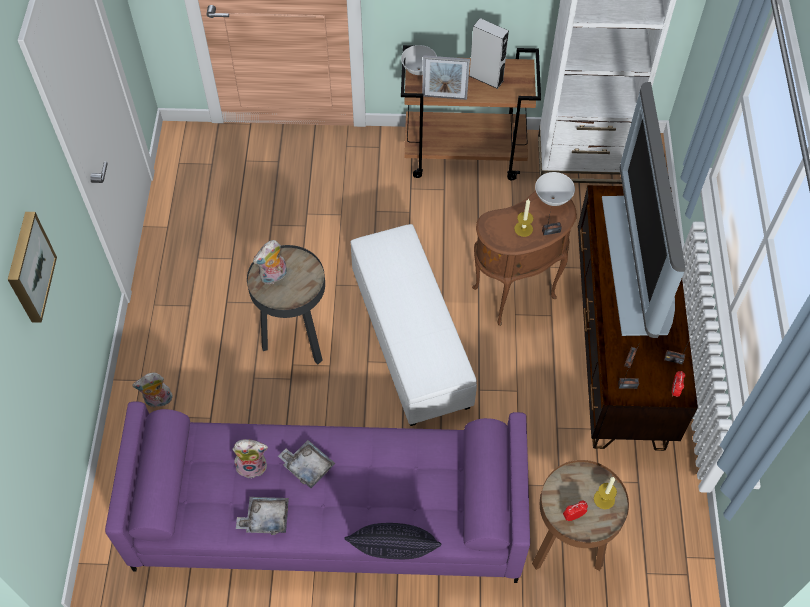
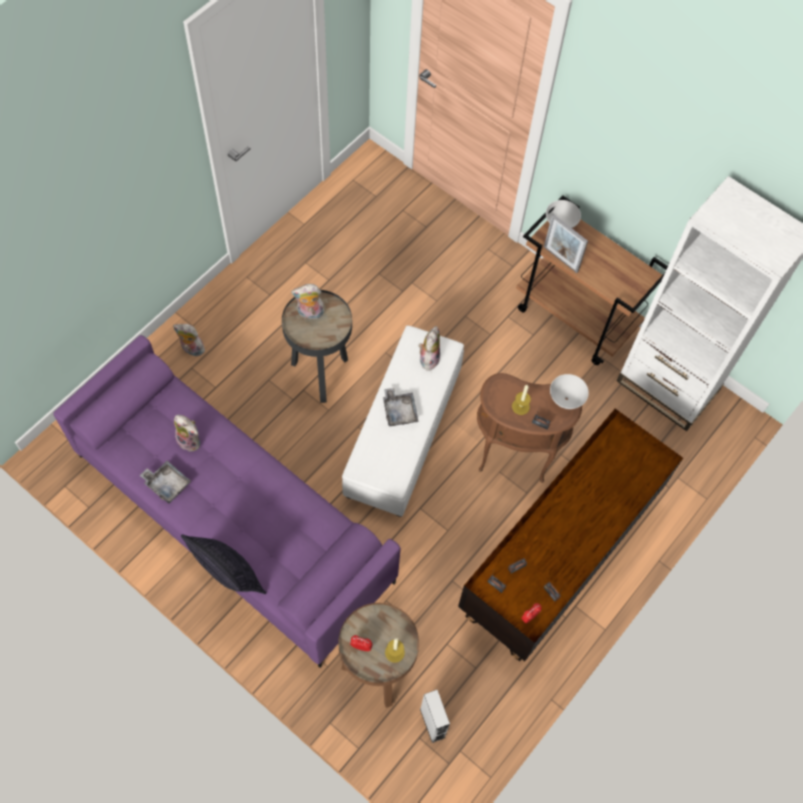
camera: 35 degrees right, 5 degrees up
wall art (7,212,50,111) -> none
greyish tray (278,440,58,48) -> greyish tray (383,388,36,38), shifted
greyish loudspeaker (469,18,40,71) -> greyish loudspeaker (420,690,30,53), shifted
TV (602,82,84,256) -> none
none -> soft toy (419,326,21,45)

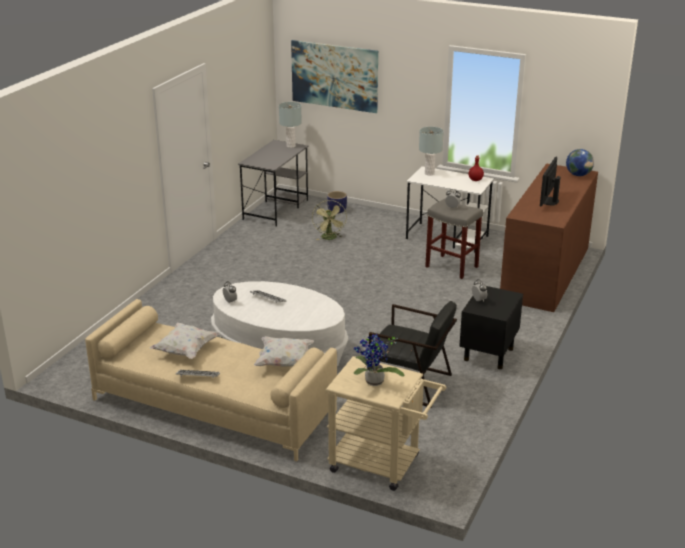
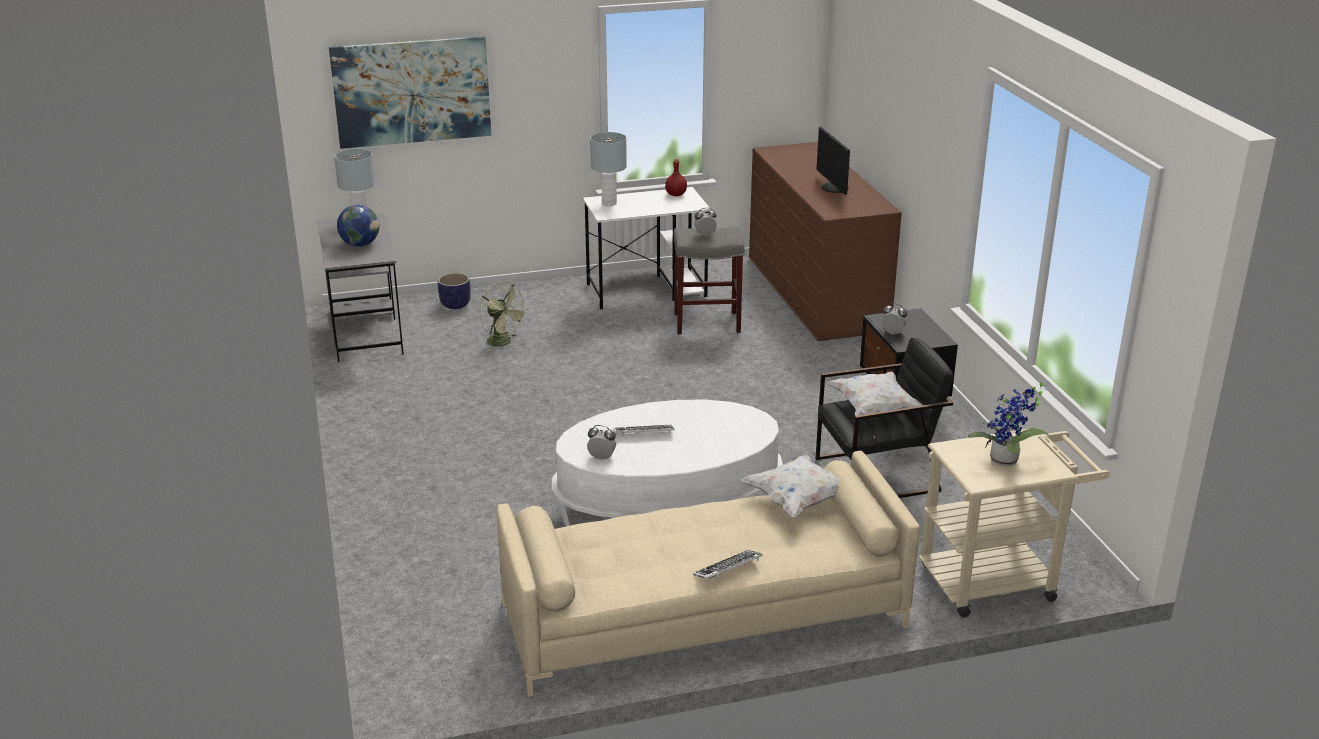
camera: 40 degrees left, 0 degrees up
white cushion (150,323,70,36) -> white cushion (827,372,95,44), shifted
globe (566,149,28,27) -> globe (337,205,43,42), shifted

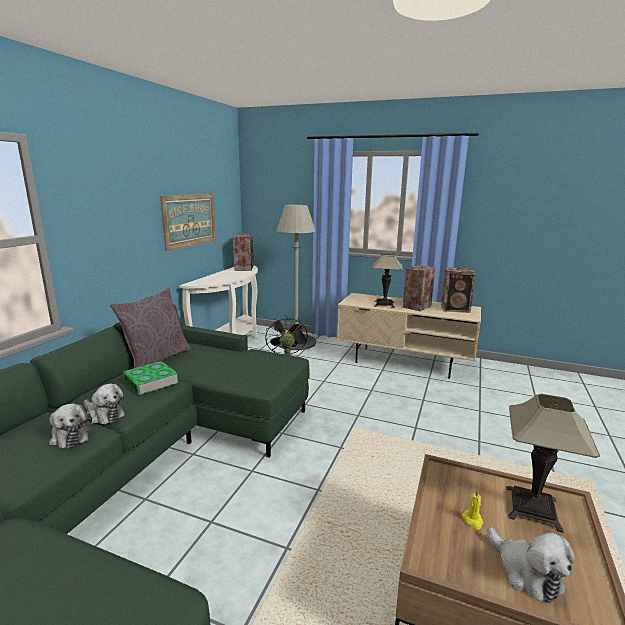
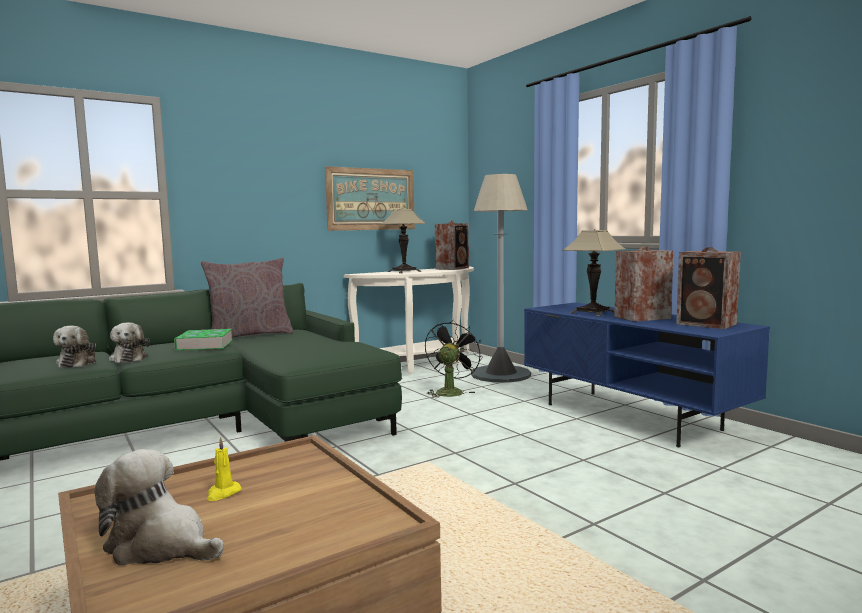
camera: 35 degrees right, 10 degrees down
beige-coloured tv stand (337,293,144,86) -> blue-coloured tv stand (524,302,246,145)
soft toy (487,527,88,76) -> soft toy (94,449,130,116), 105 degrees clockwise
tabletop lamp (506,394,94,139) -> tabletop lamp (380,209,47,64), shifted

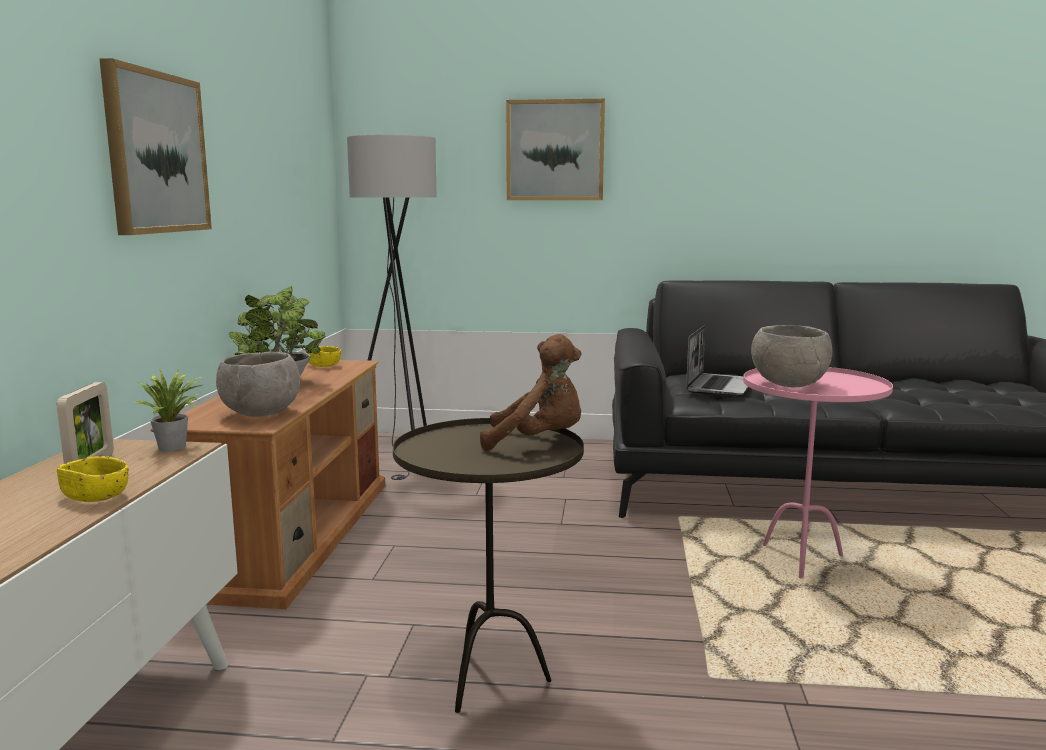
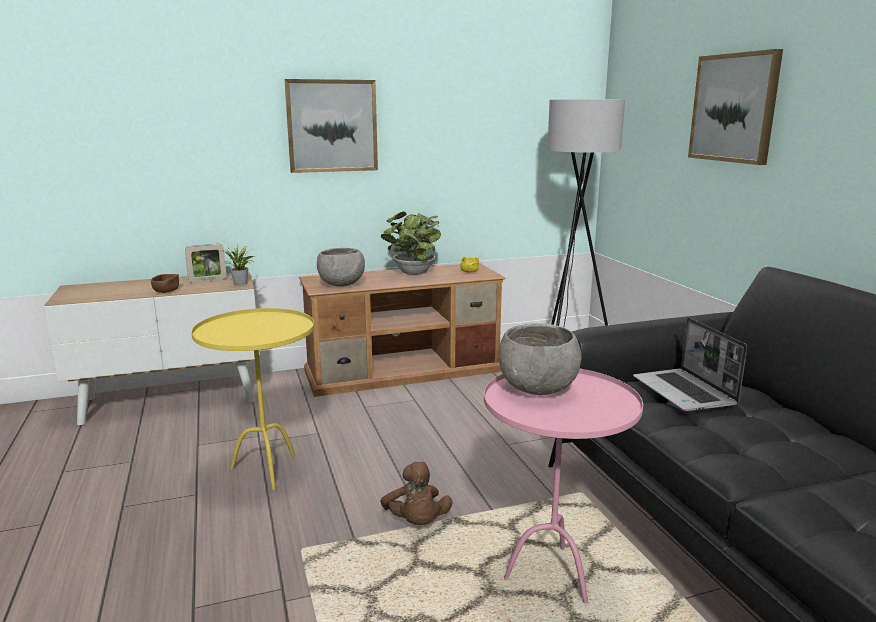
camera: 65 degrees right, 5 degrees up
yellow bowl (57,456,72,46) -> brown-coloured bowl (151,274,28,19)
brown-coloured end table (393,418,191,295) -> yellow end table (191,308,123,182)
brown-coloured soft toy (480,334,101,117) -> brown-coloured soft toy (380,462,73,63), shifted
laptop (686,325,62,71) -> laptop (633,317,114,95), 75 degrees clockwise

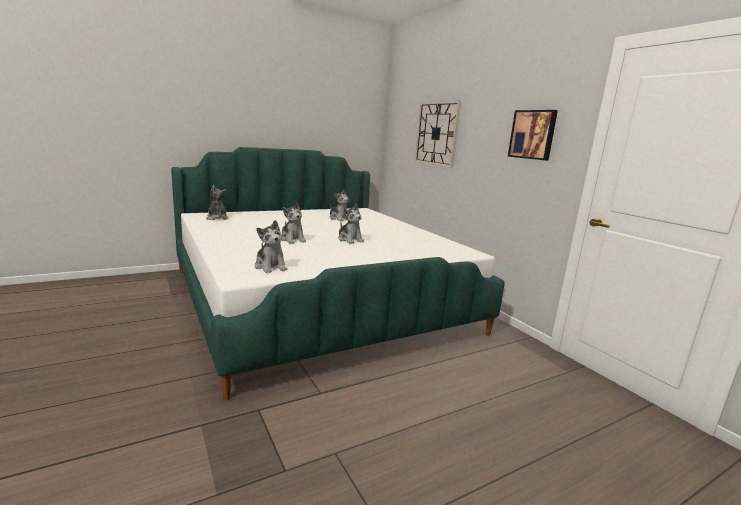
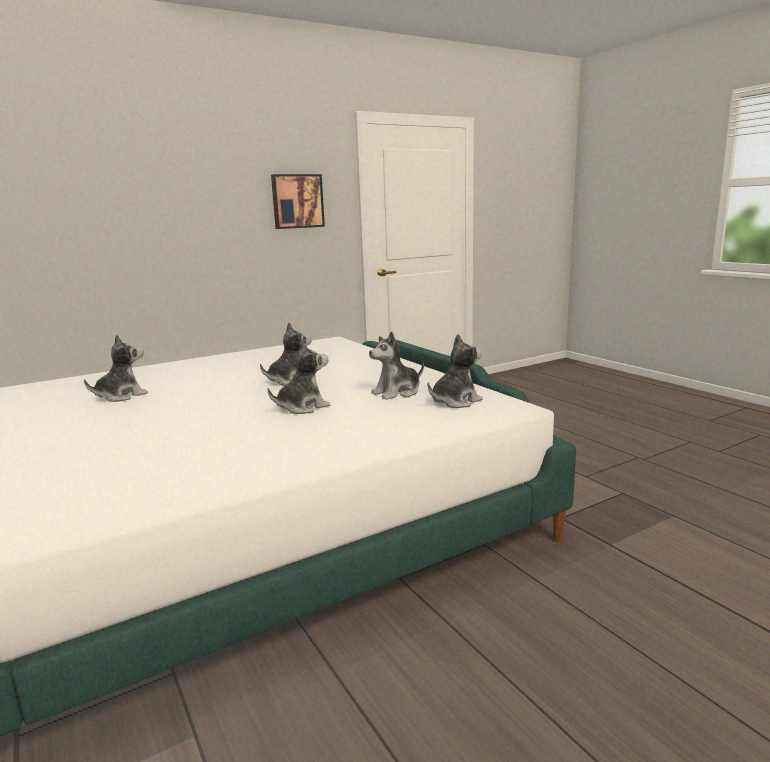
camera: 90 degrees left, 0 degrees up
soft toy (206,185,22,35) -> soft toy (369,331,55,69), shifted
hanging clock (414,100,47,68) -> none

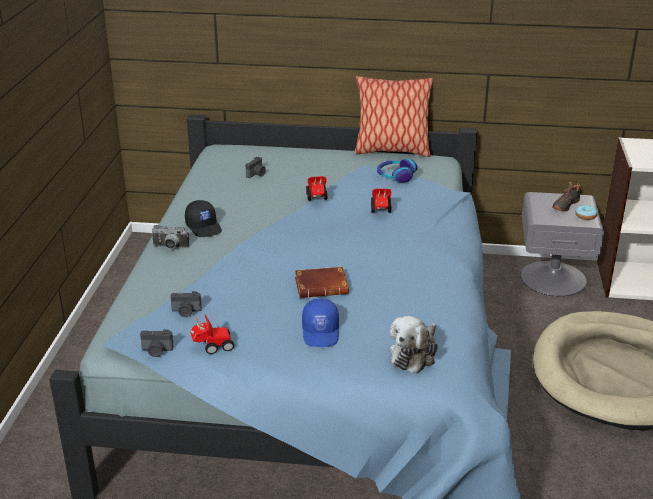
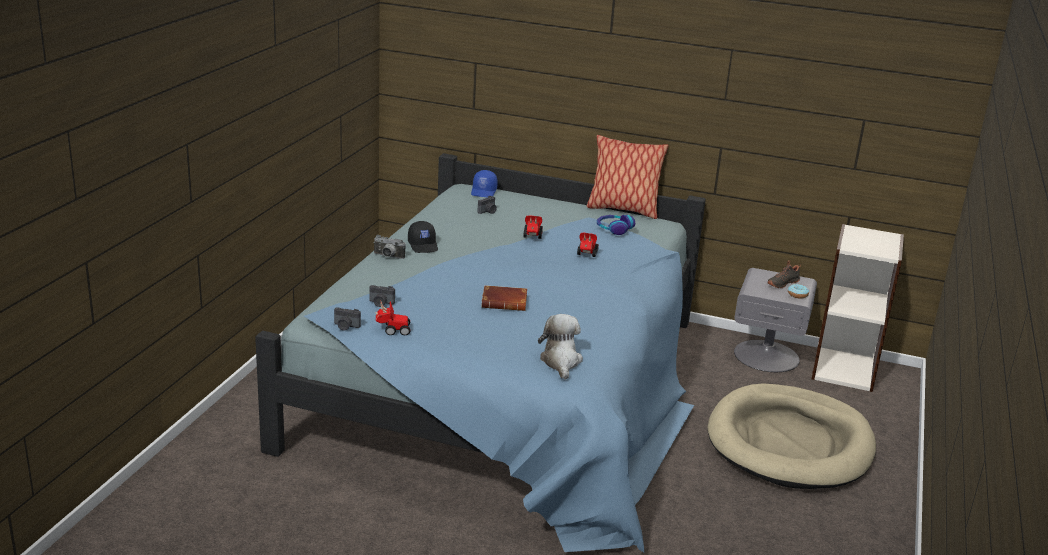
camera: 10 degrees right, 5 degrees down
blue-coloured cap (302,298,37,49) -> blue-coloured cap (471,170,27,27), shifted
soft toy (390,316,48,58) -> soft toy (538,314,45,66), 135 degrees clockwise

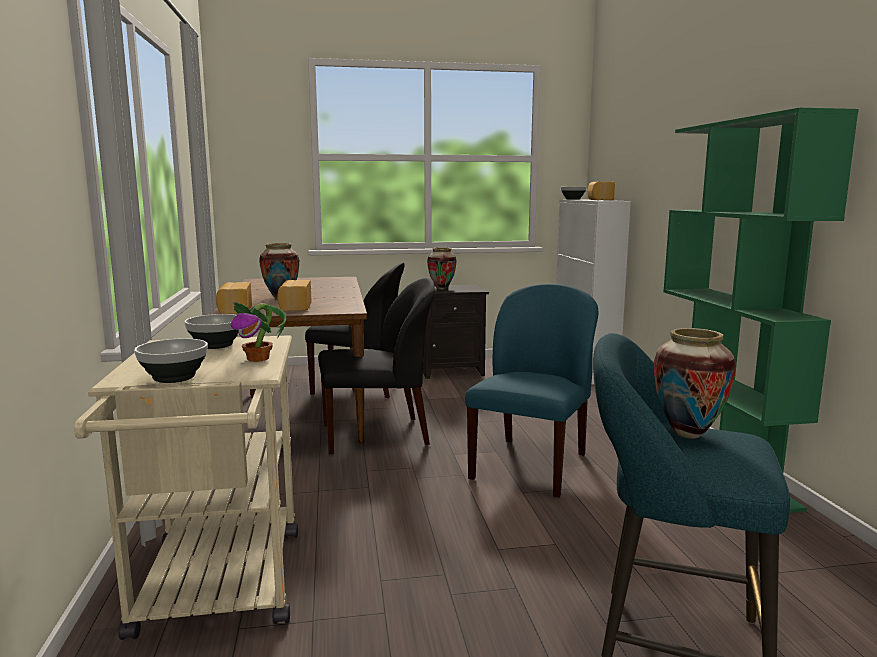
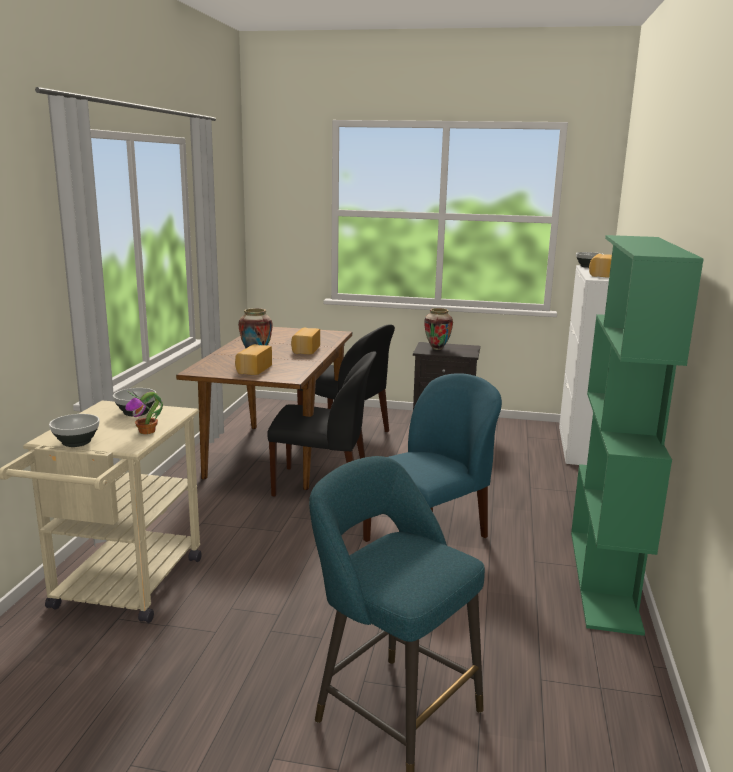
camera: 20 degrees right, 5 degrees up
bakery bread (216,282,36,32) -> bakery bread (291,328,29,26), shifted
decorative vase (654,328,82,111) -> none

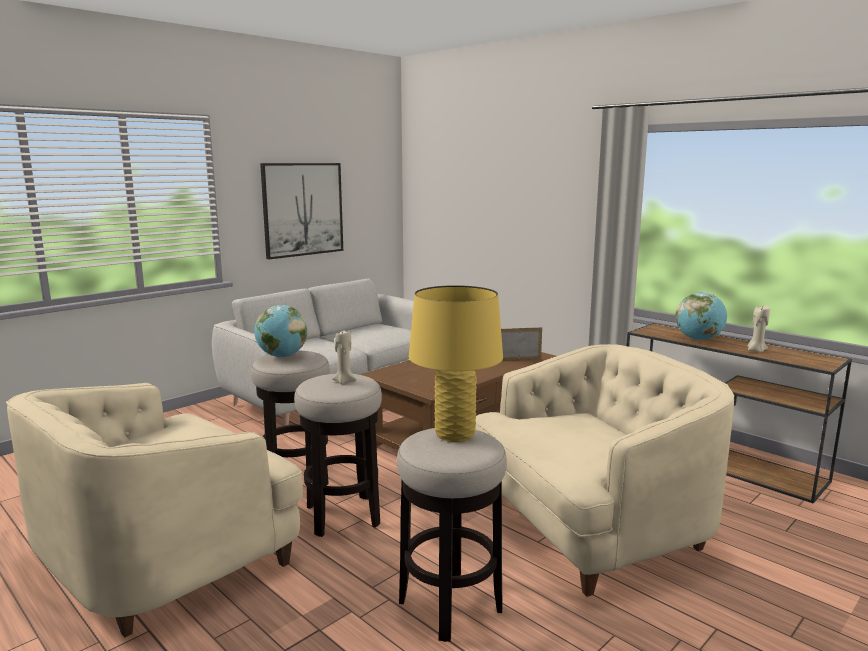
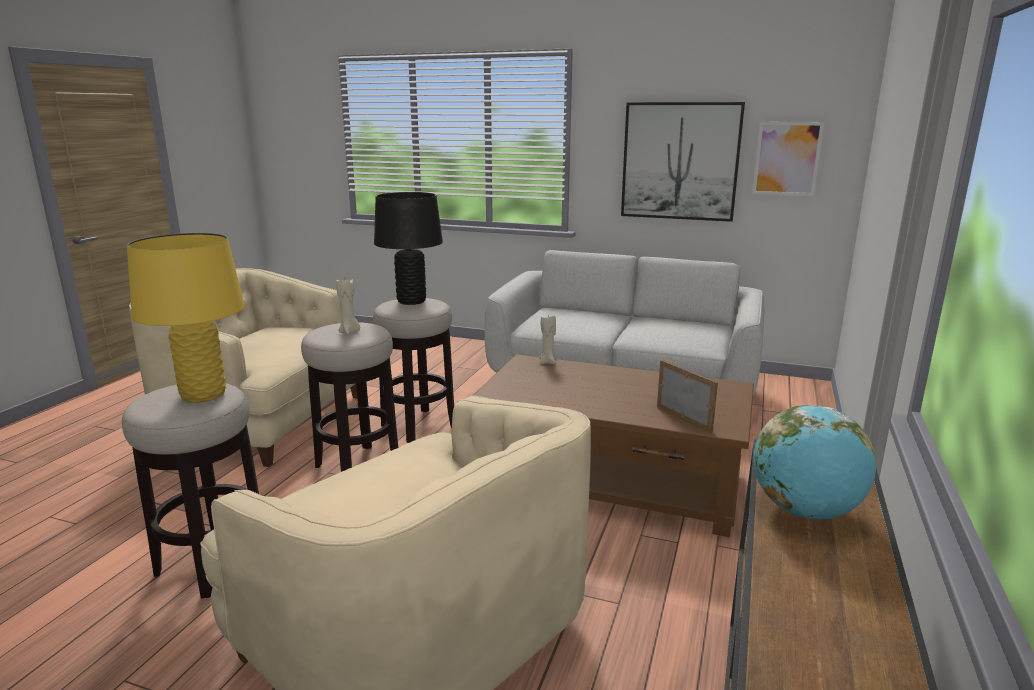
camera: 65 degrees right, 5 degrees up
globe (254,305,54,52) -> black-coloured tabletop lamp (374,192,69,113)
beige-coloured wax candle (748,305,22,48) -> beige-coloured wax candle (539,314,17,50), shifted
none -> wall art (752,122,72,74)

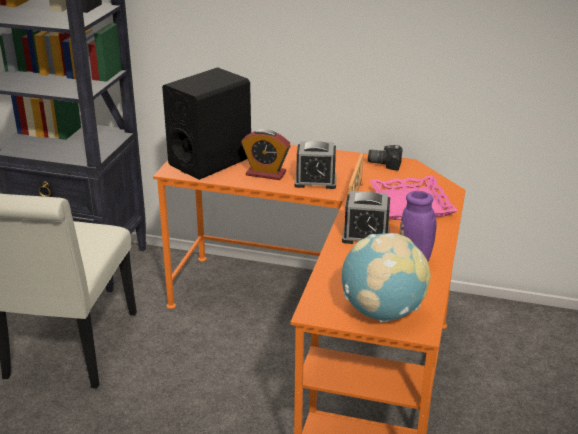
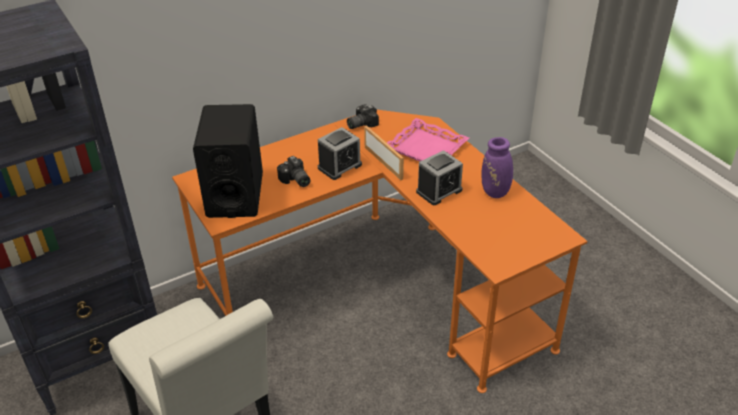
camera: 45 degrees left, 10 degrees up
alarm clock (241,129,49,51) -> photo camera (277,156,33,31)
globe (342,233,89,89) -> none

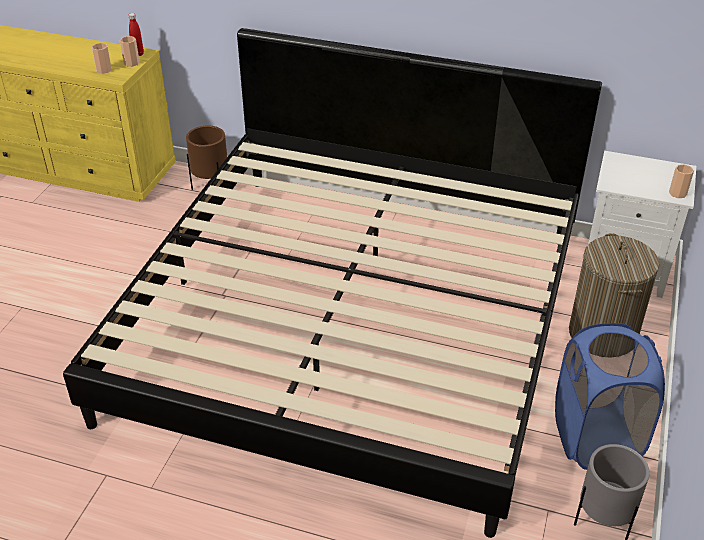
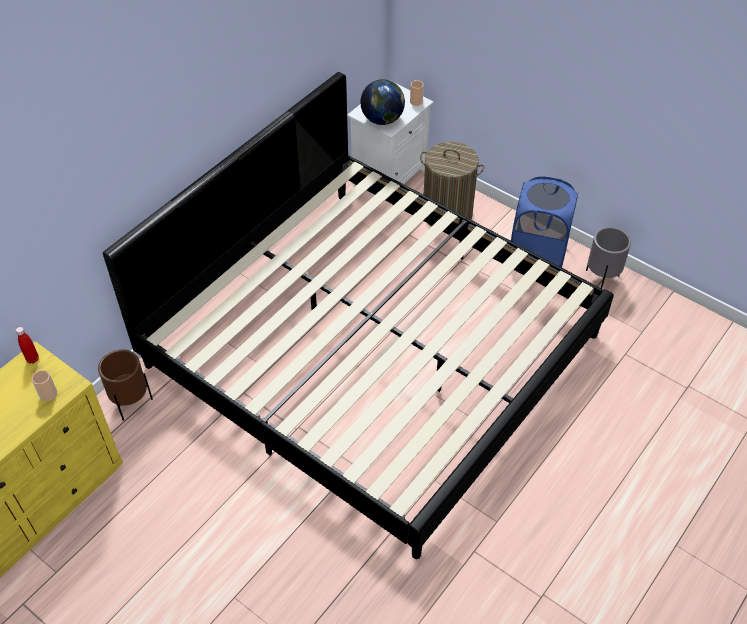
camera: 70 degrees left, 10 degrees up
cup (120,36,20,31) -> none
none -> globe (360,79,45,46)

